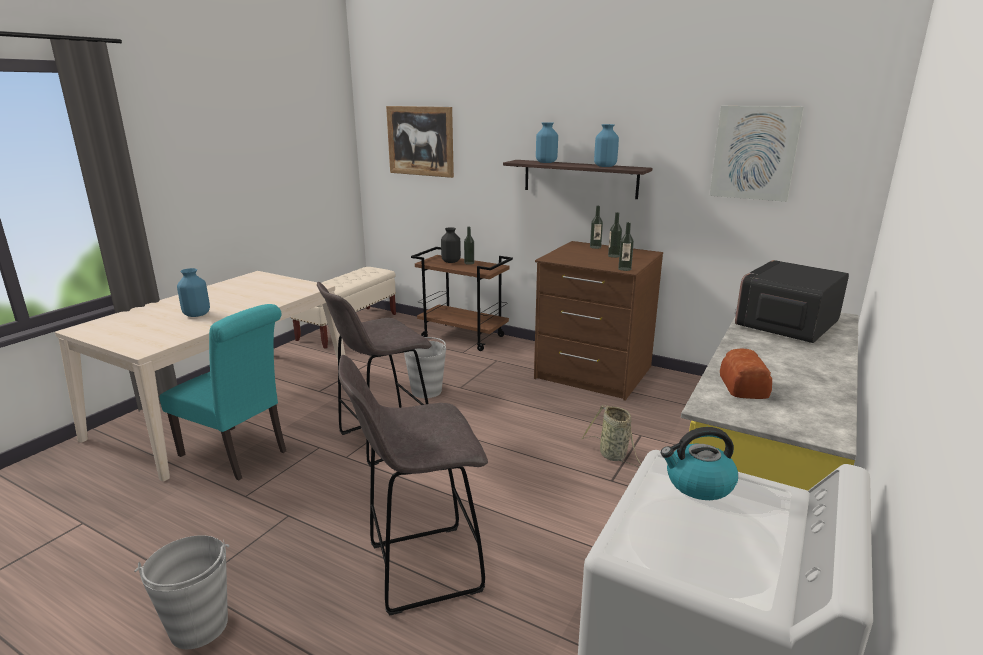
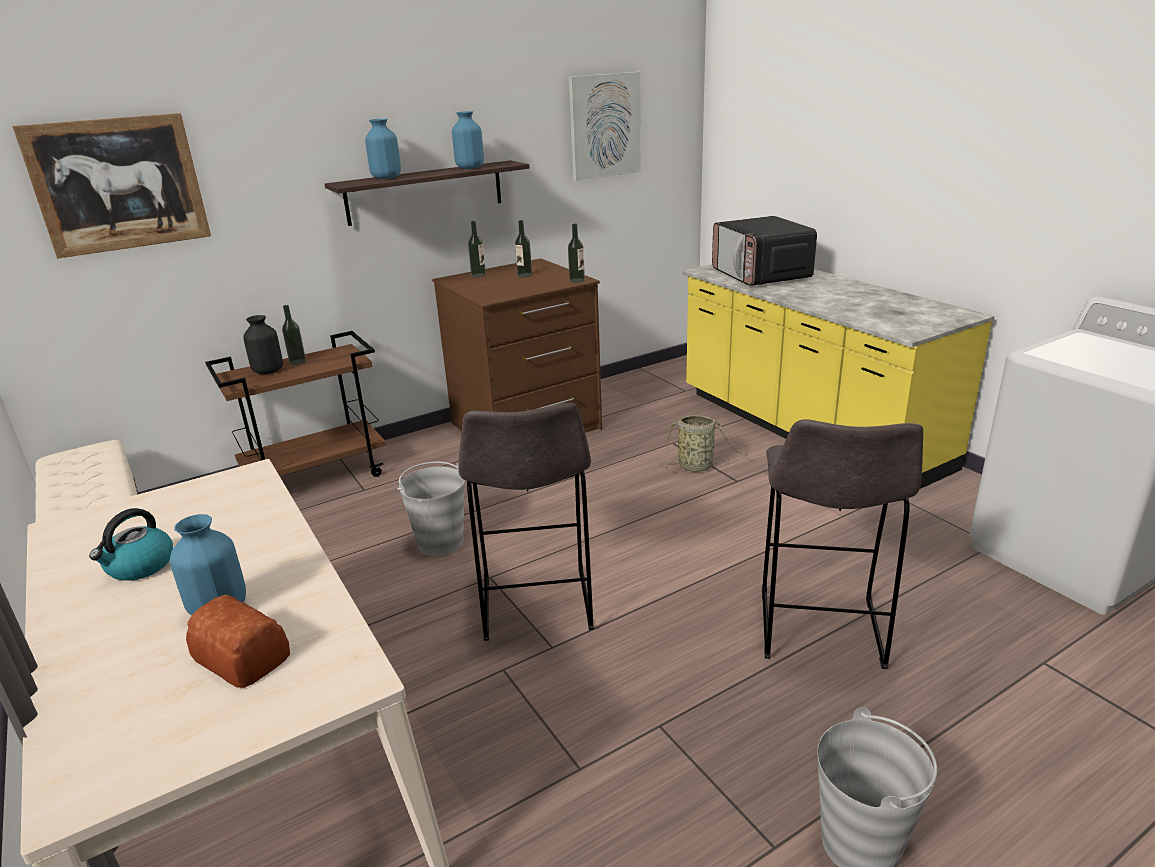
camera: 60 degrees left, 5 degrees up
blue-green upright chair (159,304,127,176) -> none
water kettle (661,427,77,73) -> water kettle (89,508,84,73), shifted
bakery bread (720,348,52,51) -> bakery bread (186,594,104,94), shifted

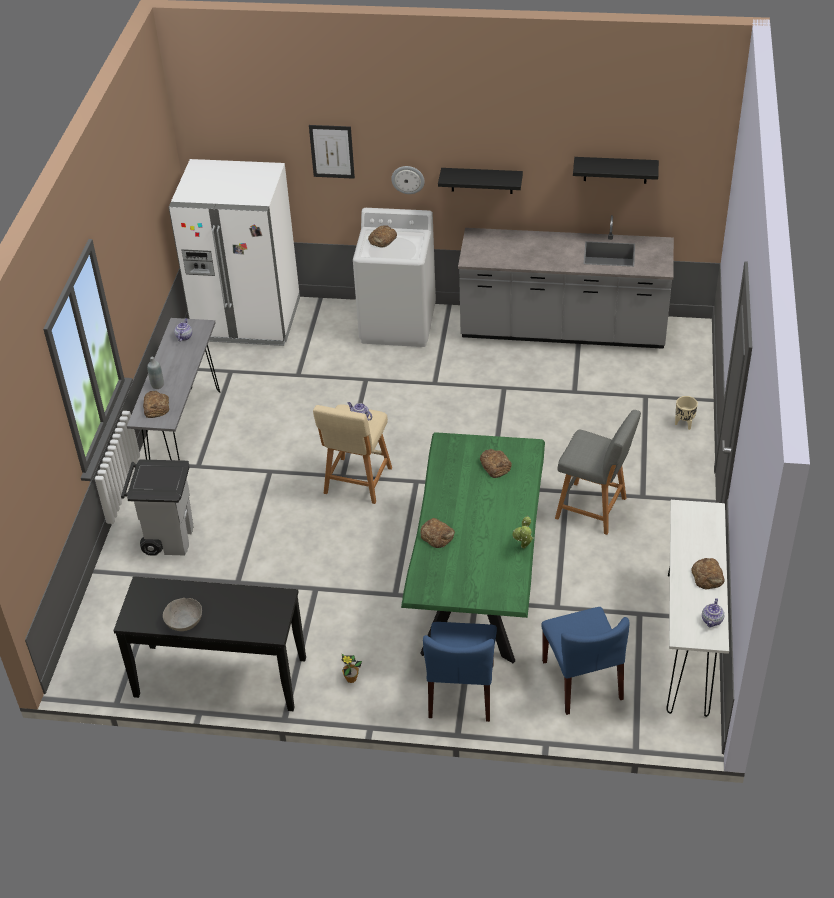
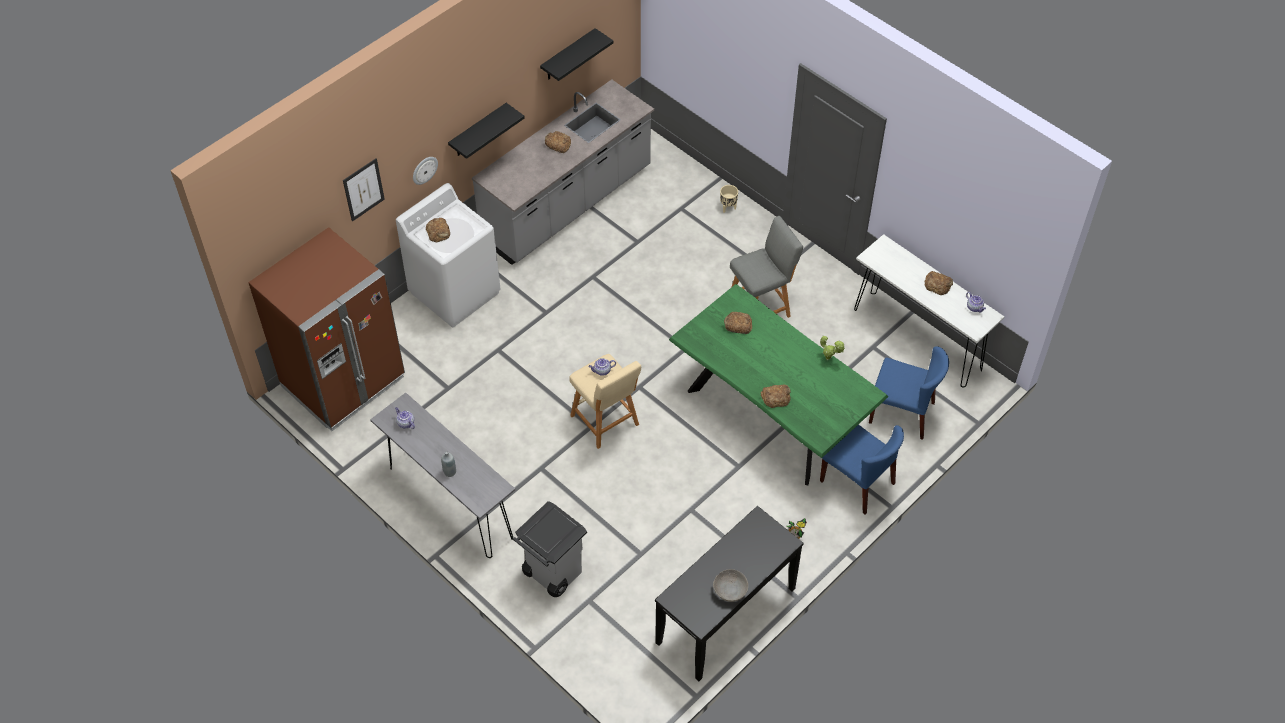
camera: 55 degrees left, 10 degrees up
bakery bread (143,391,26,27) -> bakery bread (545,131,26,22), shifted
white fridge (169,159,131,187) -> brown-coloured fridge (248,227,157,204)

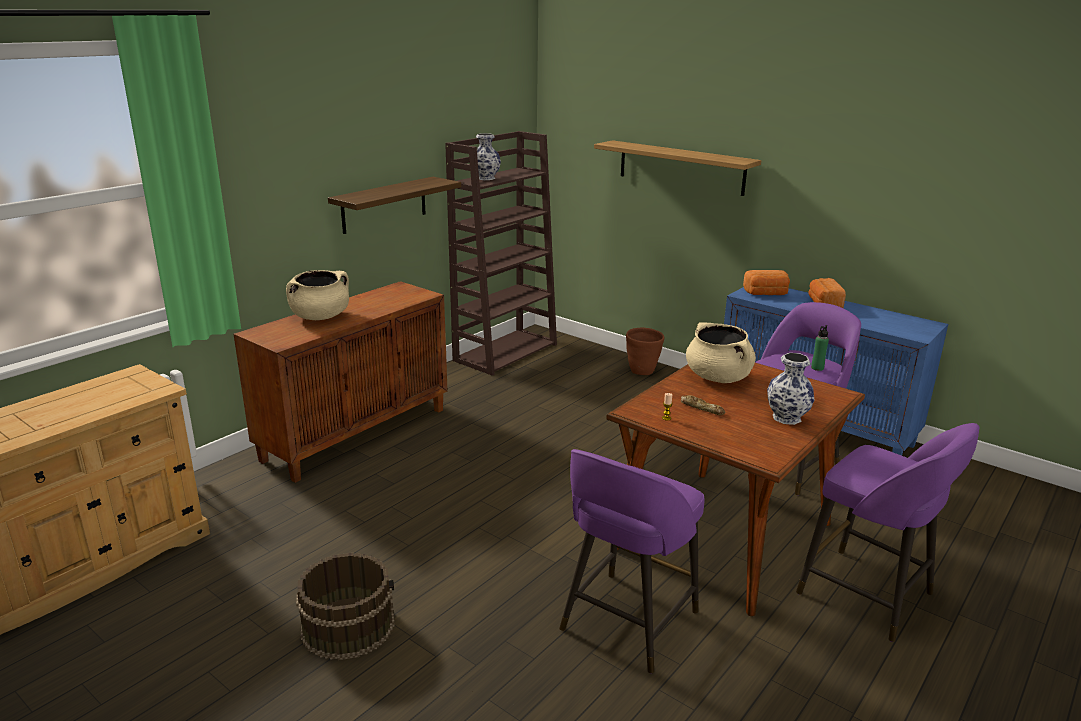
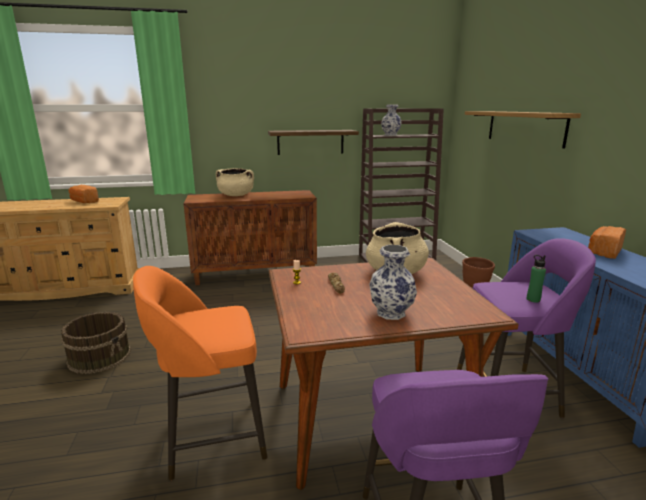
camera: 40 degrees right, 5 degrees down
purple-coloured stool seat (559,449,146,224) -> orange-coloured stool seat (133,266,134,214)
bakery bread (743,270,47,25) -> bakery bread (68,185,31,18), shifted

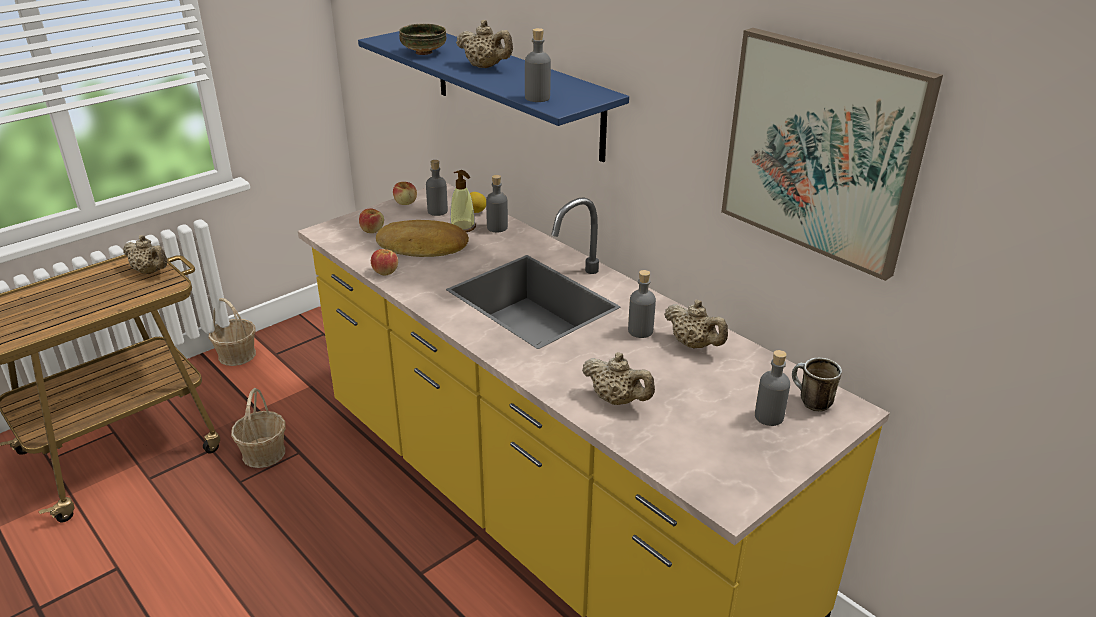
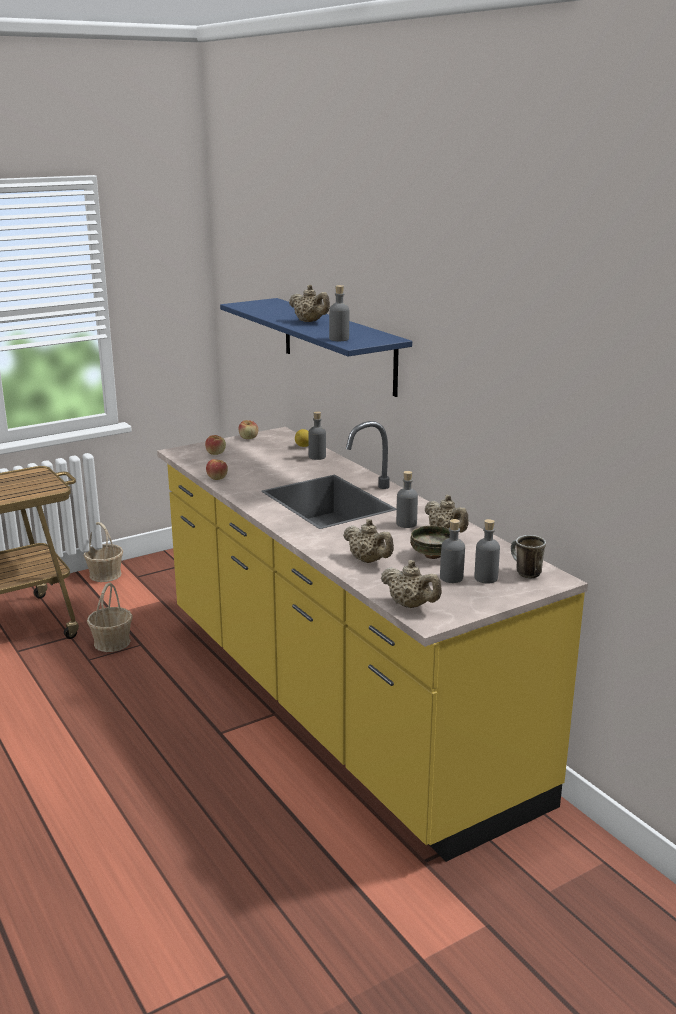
camera: 10 degrees right, 10 degrees down
beige-coloured tea pot (123,235,44,39) -> beige-coloured tea pot (381,560,61,48), shifted
bakery bread (376,220,93,37) -> none
bowl (399,24,47,31) -> bowl (410,525,40,34), shifted
greyish beverage bottle (426,160,22,56) -> greyish beverage bottle (440,519,25,64), shifted
liquid soap bottle (450,170,26,62) -> none
wall art (721,28,222,253) -> none

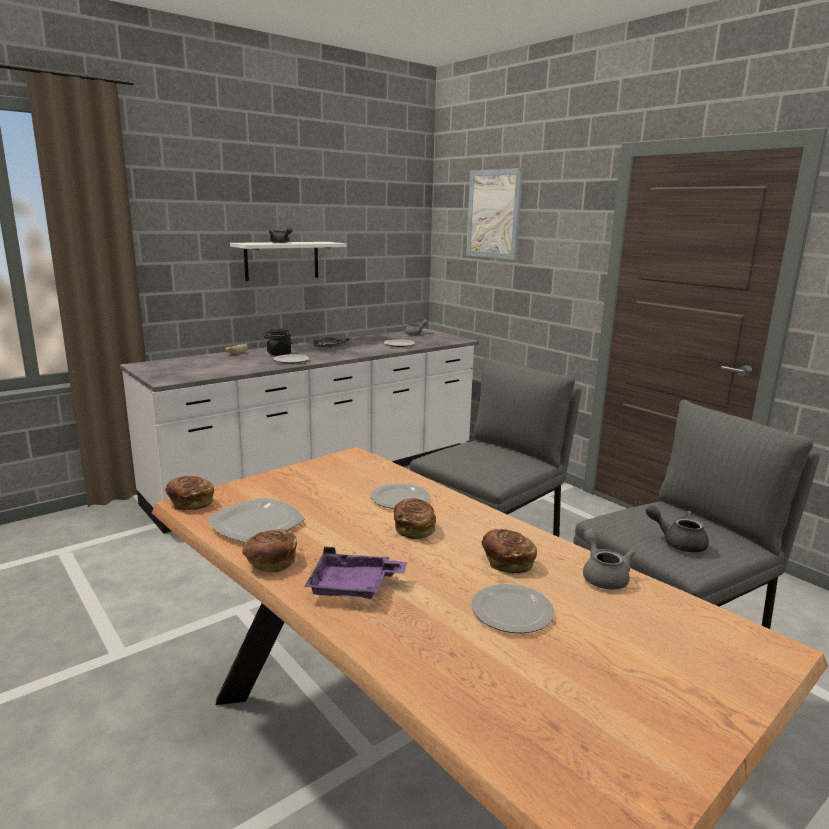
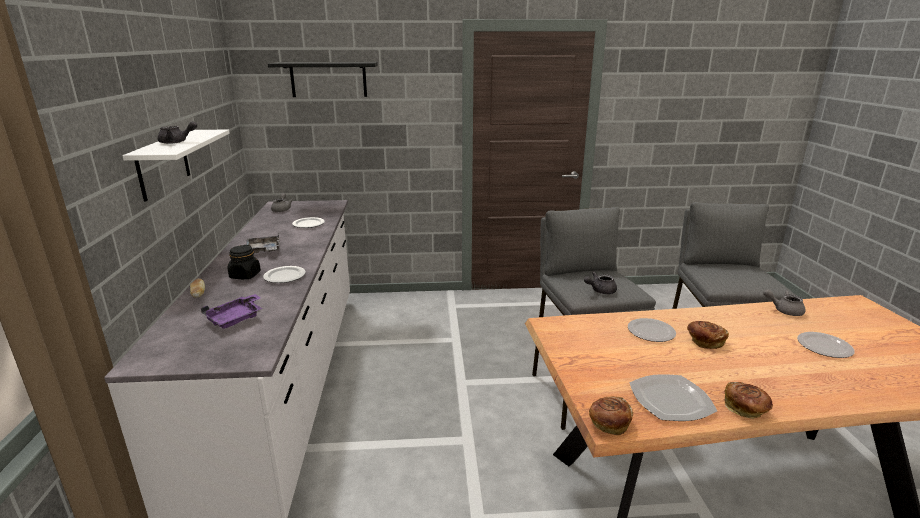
camera: 55 degrees left, 5 degrees up
purple-coloured tray (304,547,103,52) -> purple-coloured tray (201,294,62,35), shifted
wall art (466,168,57,92) -> black-coloured bracket shelf (268,62,110,35)
bakery bread (481,529,56,44) -> none
greyish tea pot (646,505,63,47) -> greyish tea pot (584,272,33,22), shifted

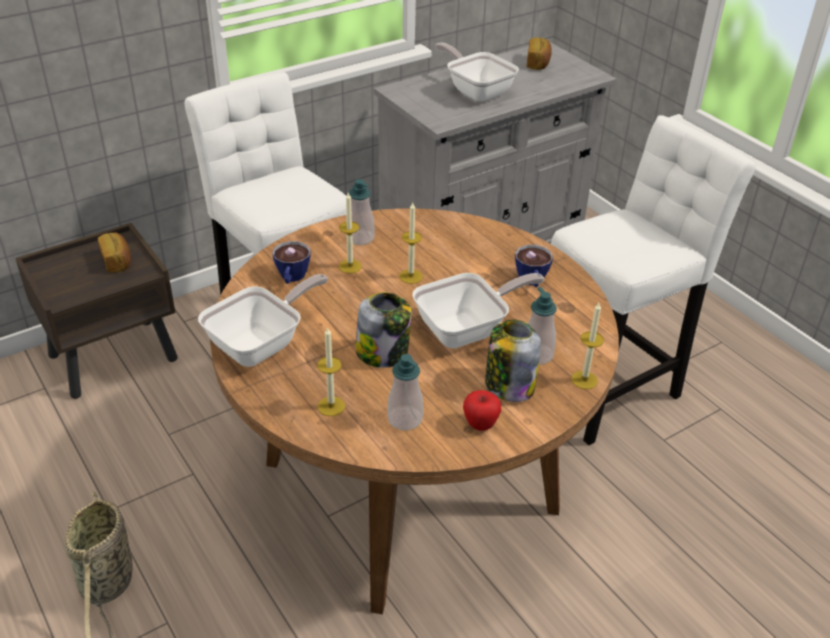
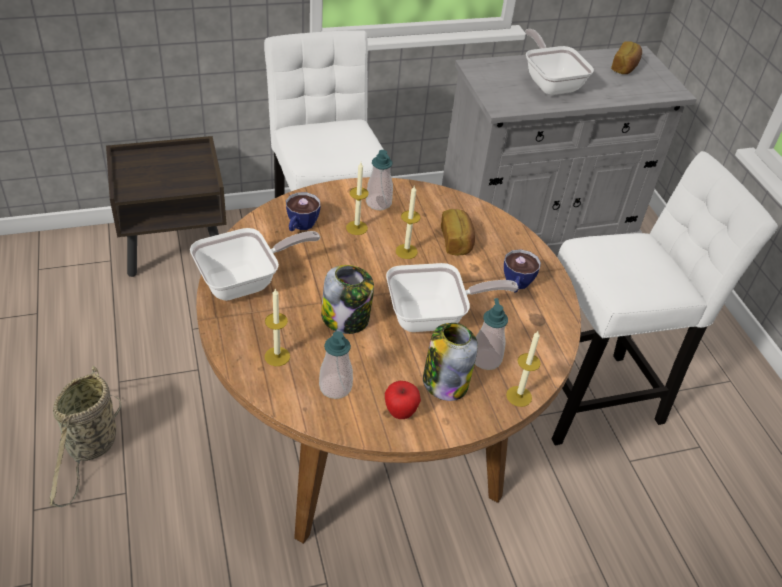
camera: 15 degrees right, 5 degrees up
bakery bread (98,233,33,40) -> bakery bread (441,209,34,47), shifted

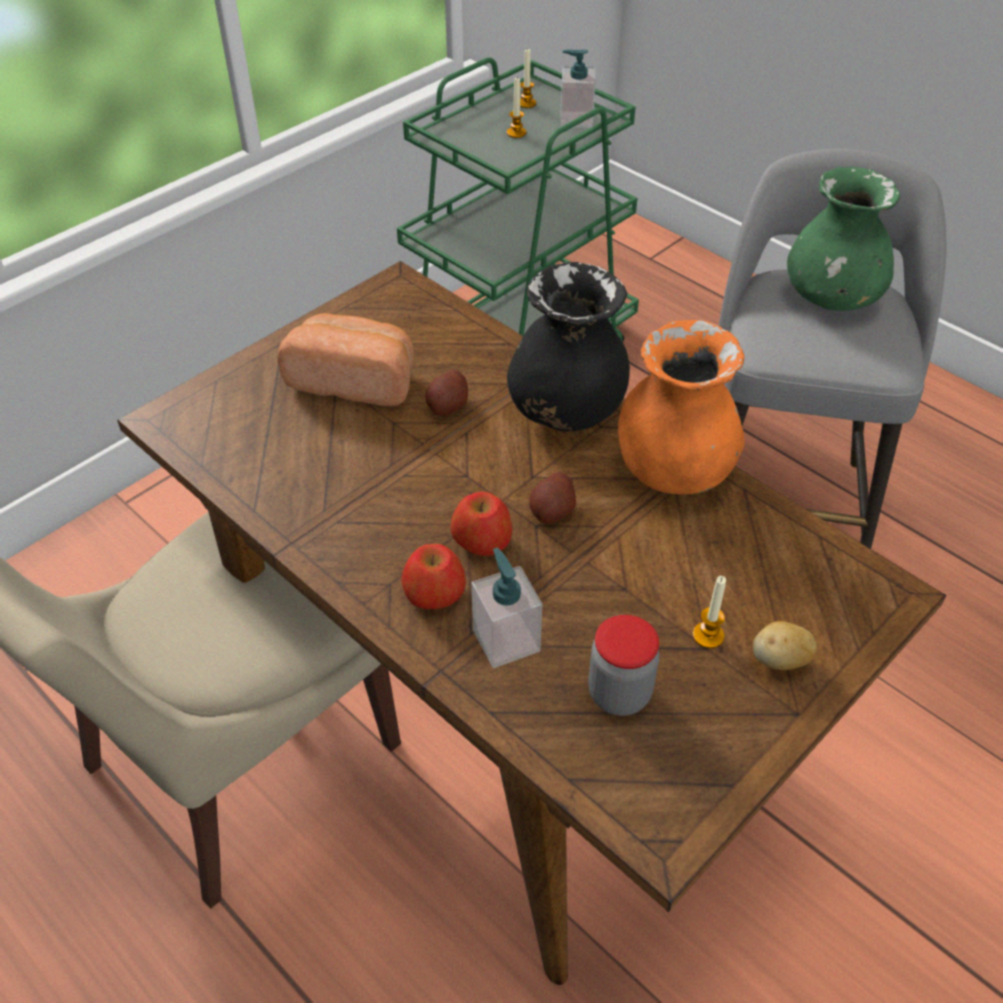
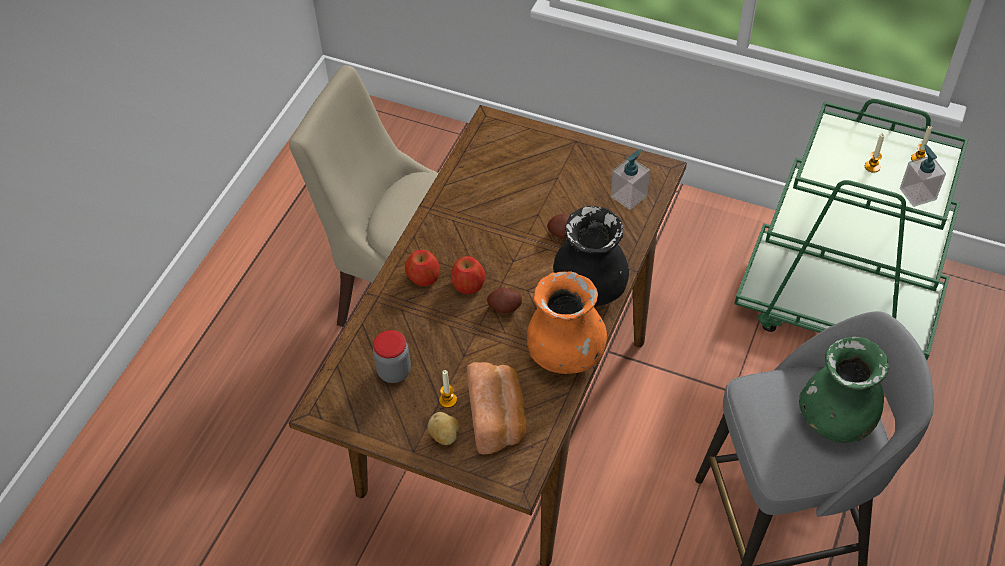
camera: 70 degrees right, 5 degrees up
bakery bread (277,313,137,93) -> bakery bread (467,362,60,93), shifted
liquid soap bottle (472,547,70,121) -> liquid soap bottle (611,149,39,61), shifted

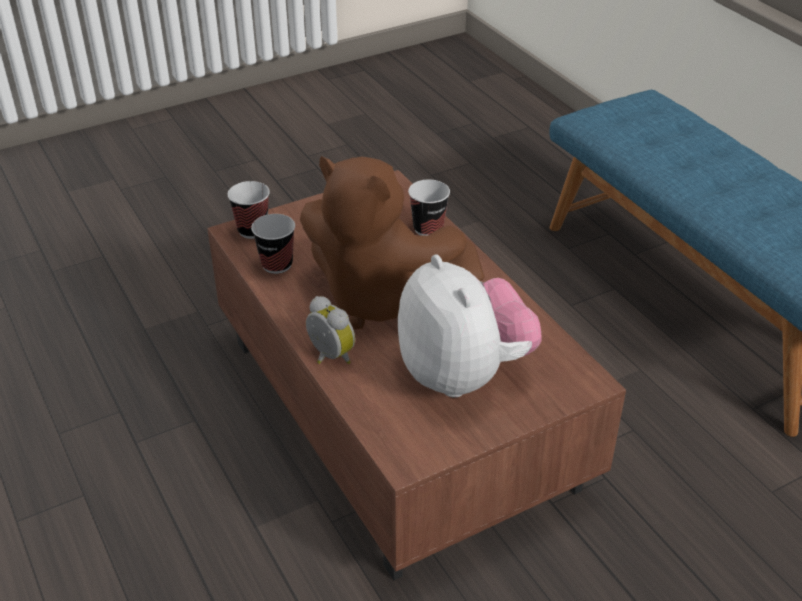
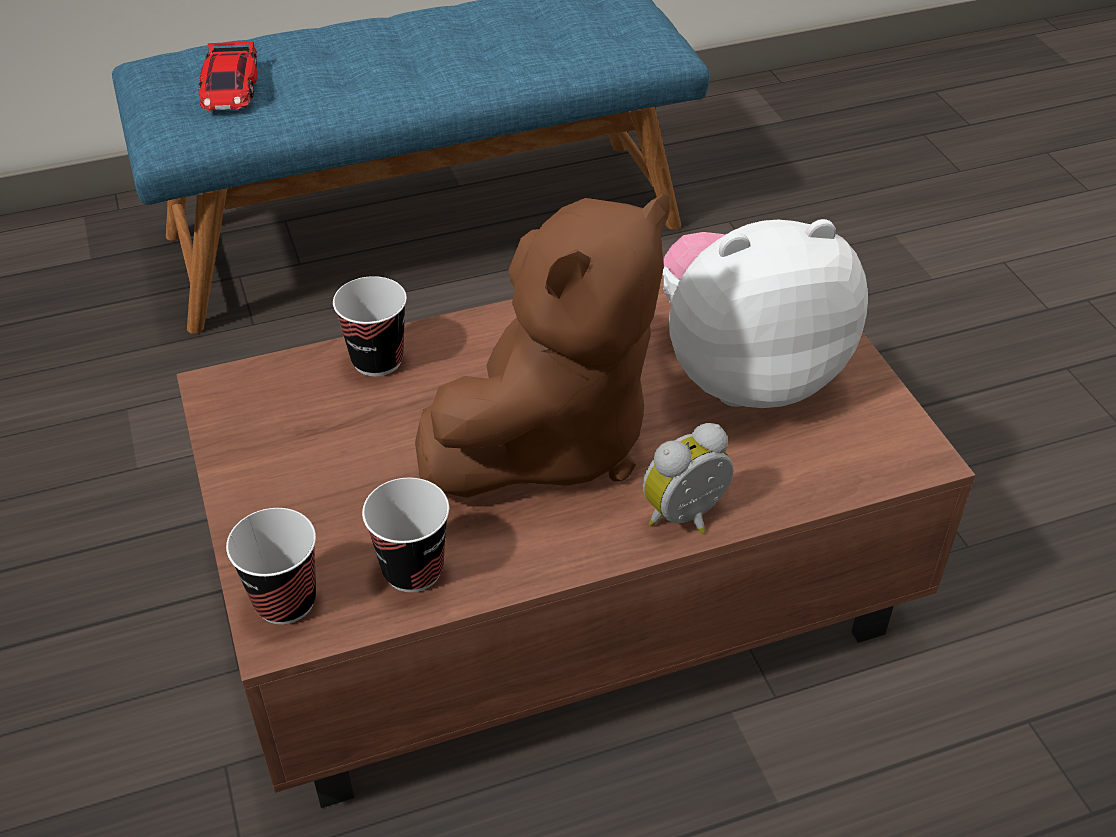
camera: 80 degrees left, 5 degrees up
none -> miniature car (198,41,60,70)

